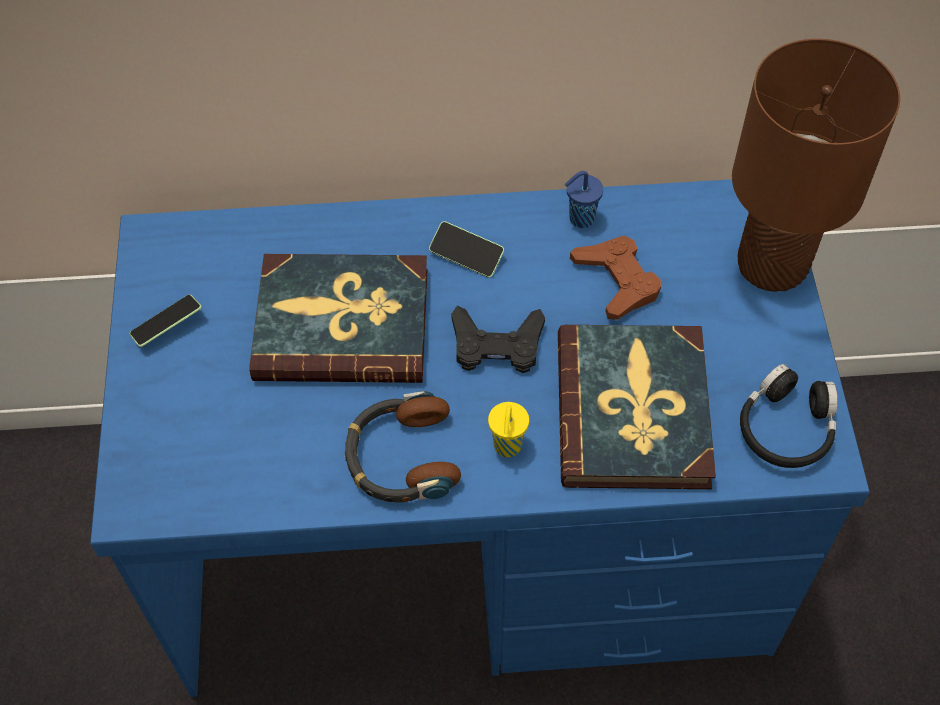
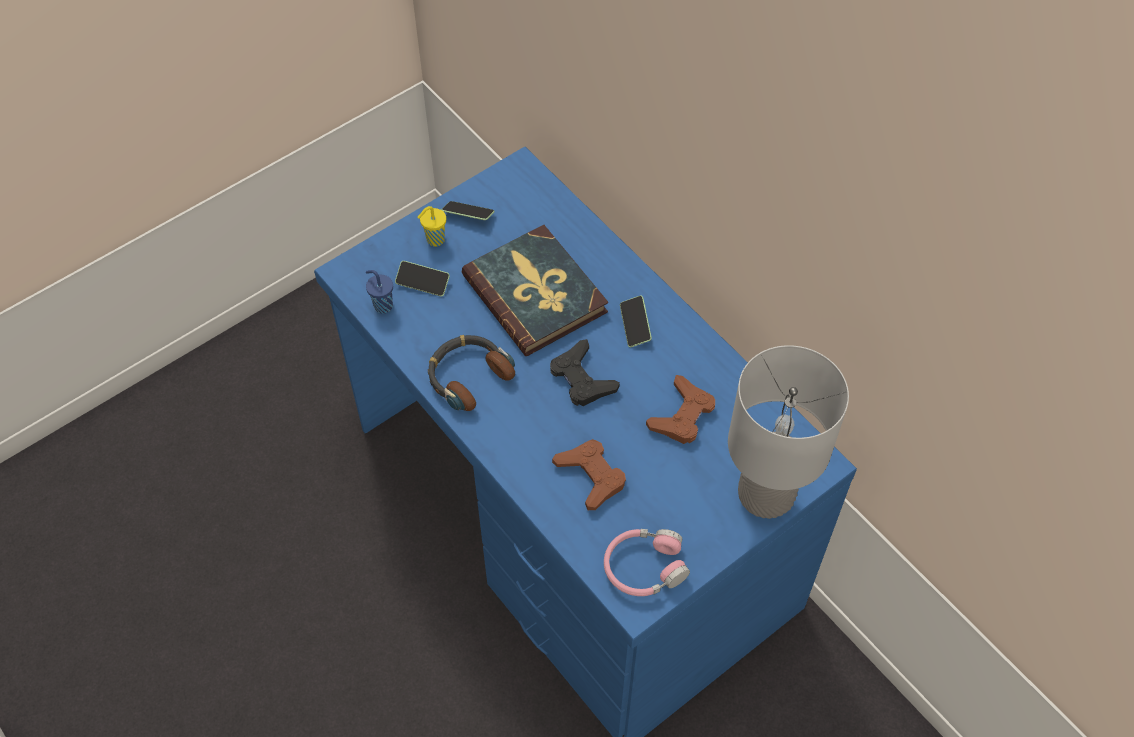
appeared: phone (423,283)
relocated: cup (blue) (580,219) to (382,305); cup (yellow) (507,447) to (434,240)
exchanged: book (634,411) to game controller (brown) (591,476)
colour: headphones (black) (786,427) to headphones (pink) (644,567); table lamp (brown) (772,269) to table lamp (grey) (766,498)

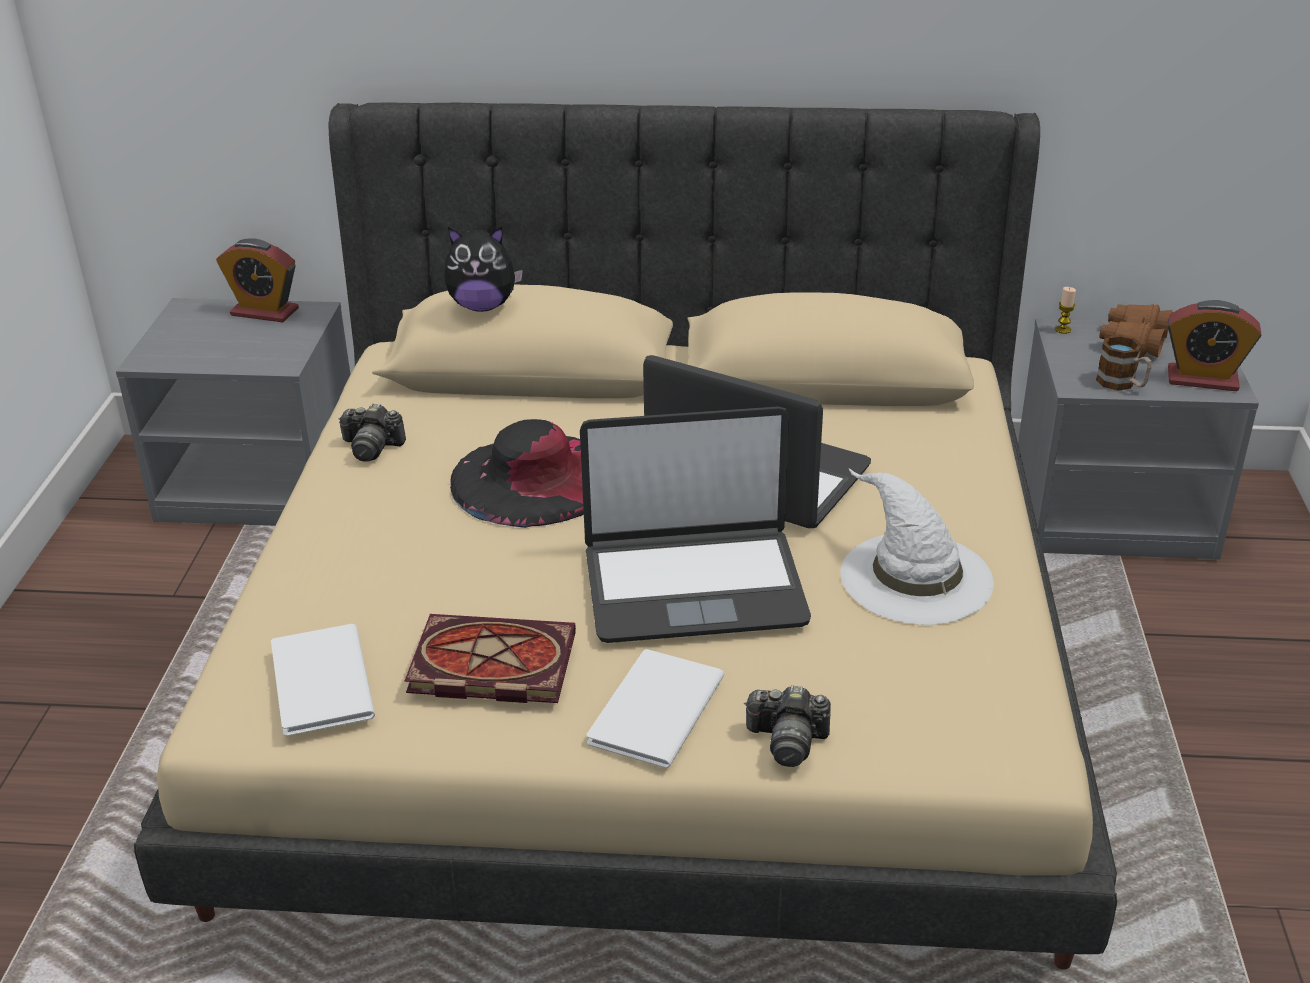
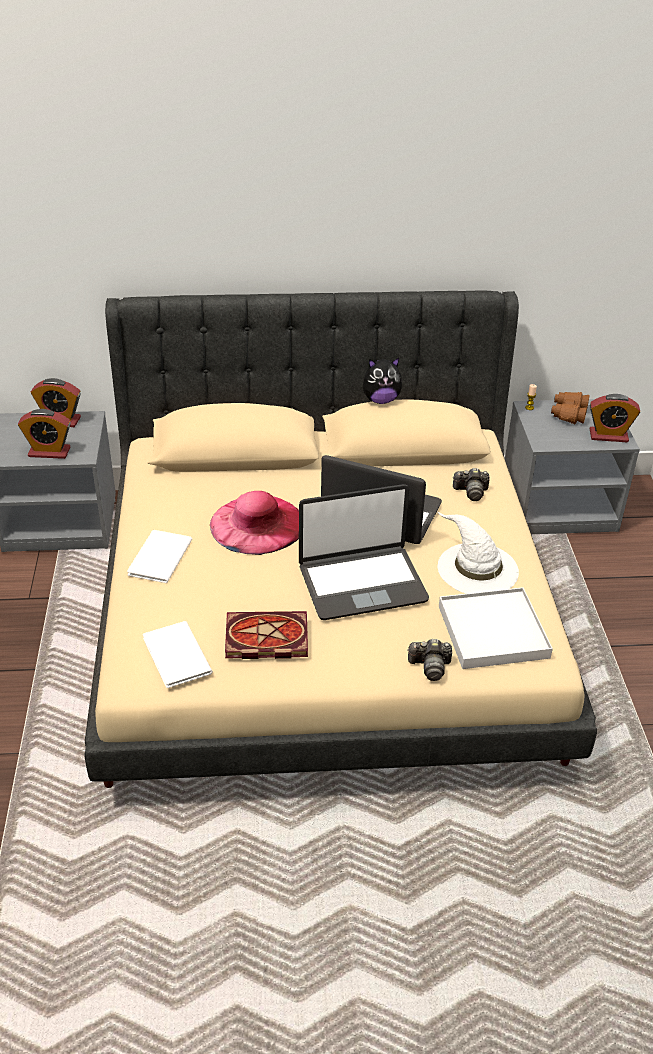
missing: mug (1122,384)
appeared: alarm clock (49,452); tray (white) (493,632)
relocated: book (white) (651,711) to (157,558); plush toy (483,306) to (381,400); photo camera (372,447) to (471,492)
colour: hat (black) (533,479) to hat (pink) (257,524)

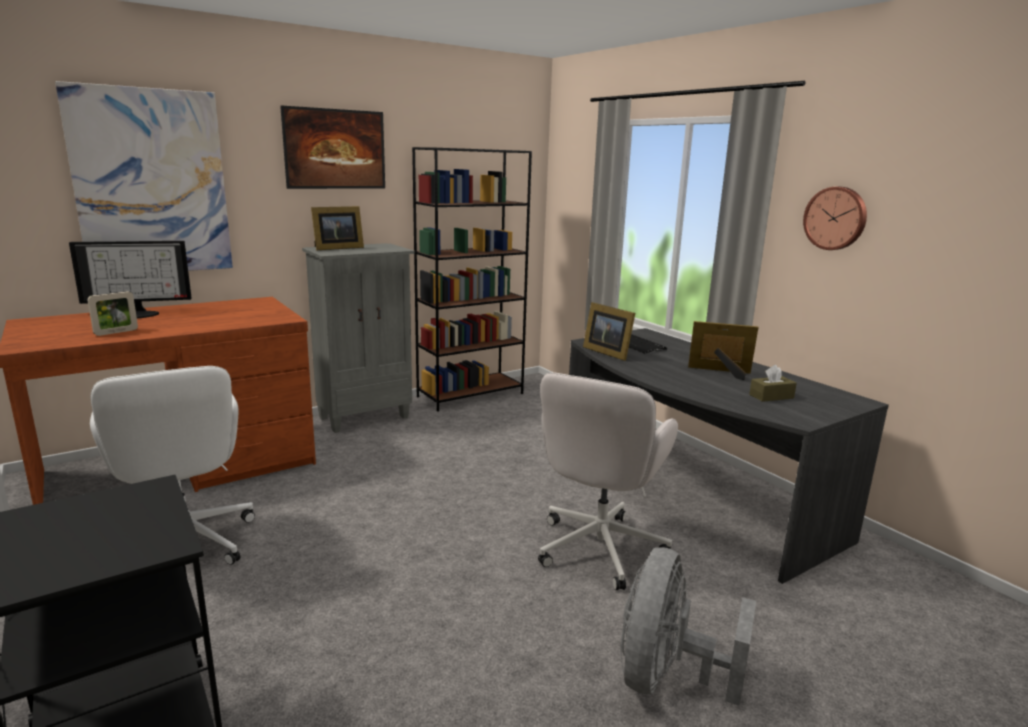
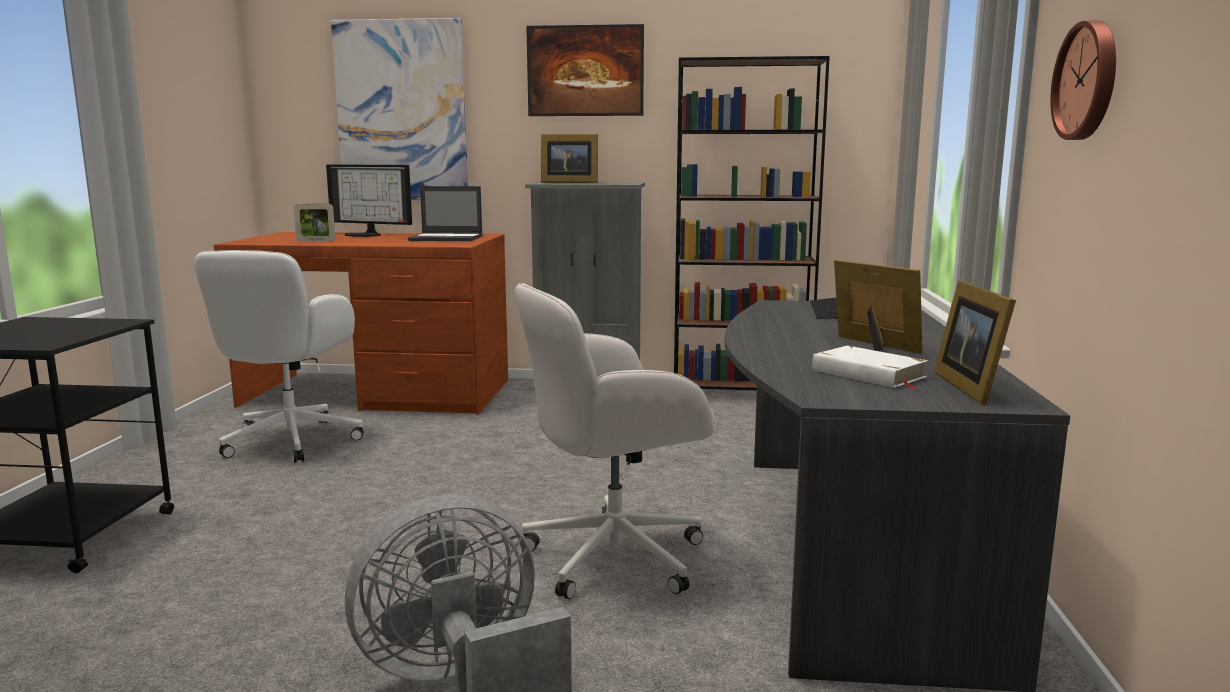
appeared: laptop (447,238)
relocated: picture frame (607,352) to (972,386)
exchanged: tissue box (brown) (771,396) to book (white) (868,374)

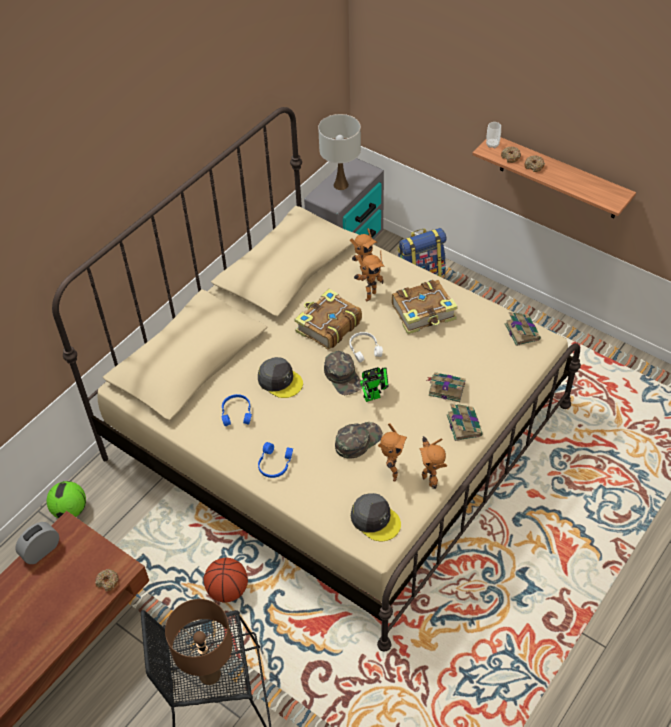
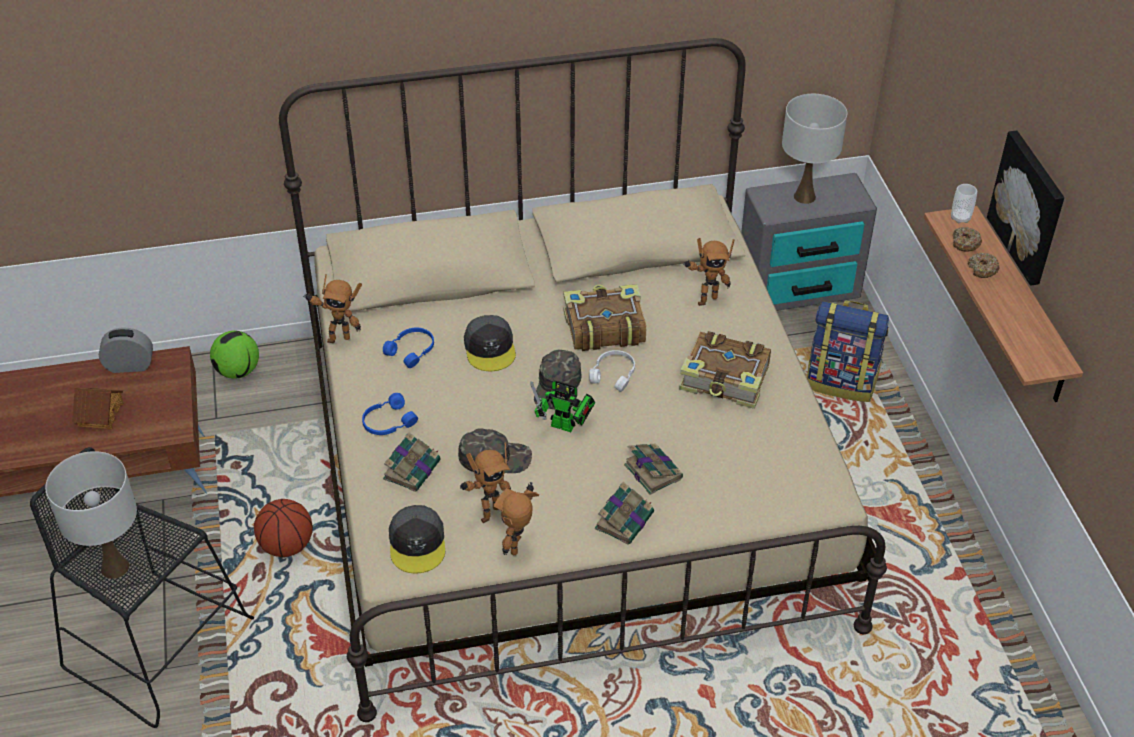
missing: donut (107,582)
appeared: toy house (100,414); picture (1029,207)
relocated: toy robot (368,295) to (338,337); book (521,331) to (412,469)
colour: table lamp (brown) (210,674) to table lamp (white) (115,567)

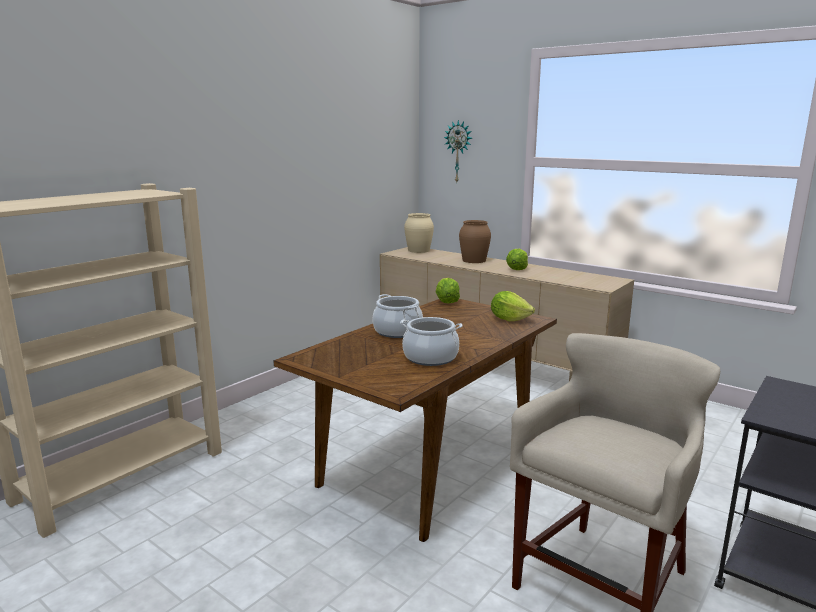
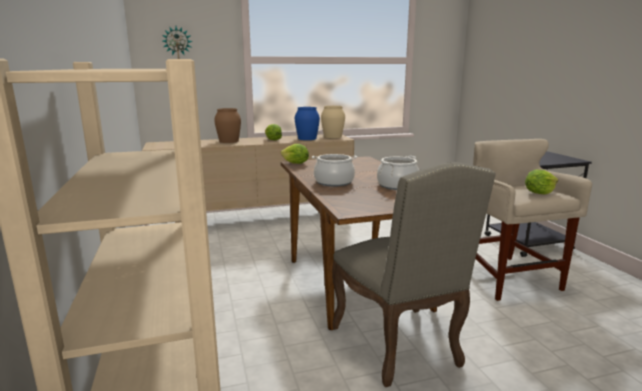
appeared: vase (blue) (307,138); chair (grey) (399,346)
relocated: vase (beige) (418,250) to (333,136); lettuce (509,319) to (539,193)

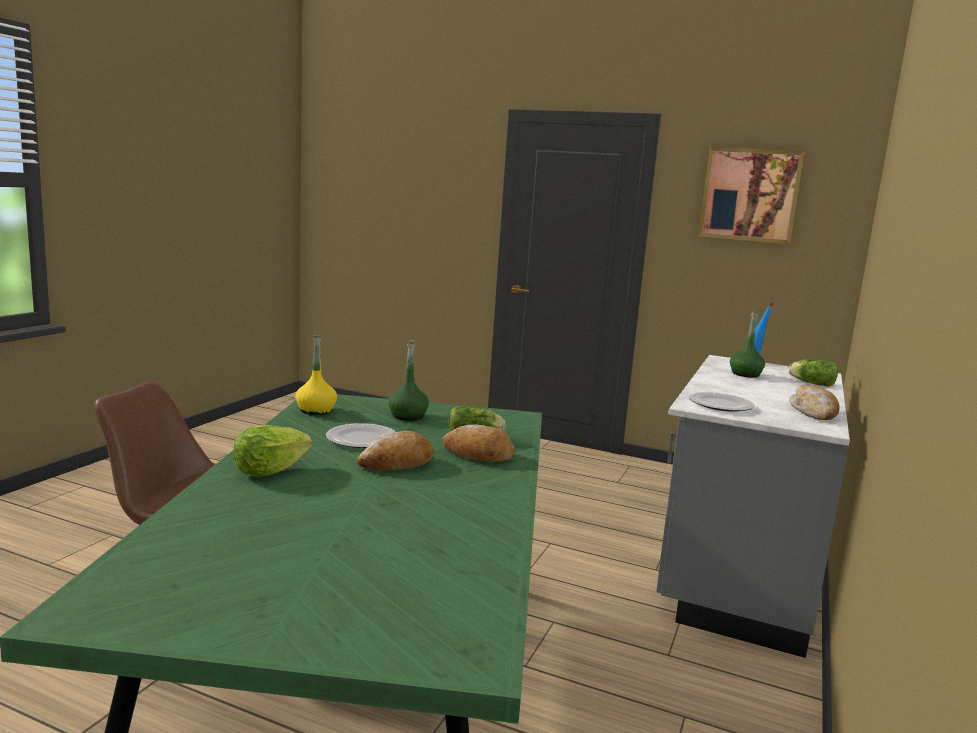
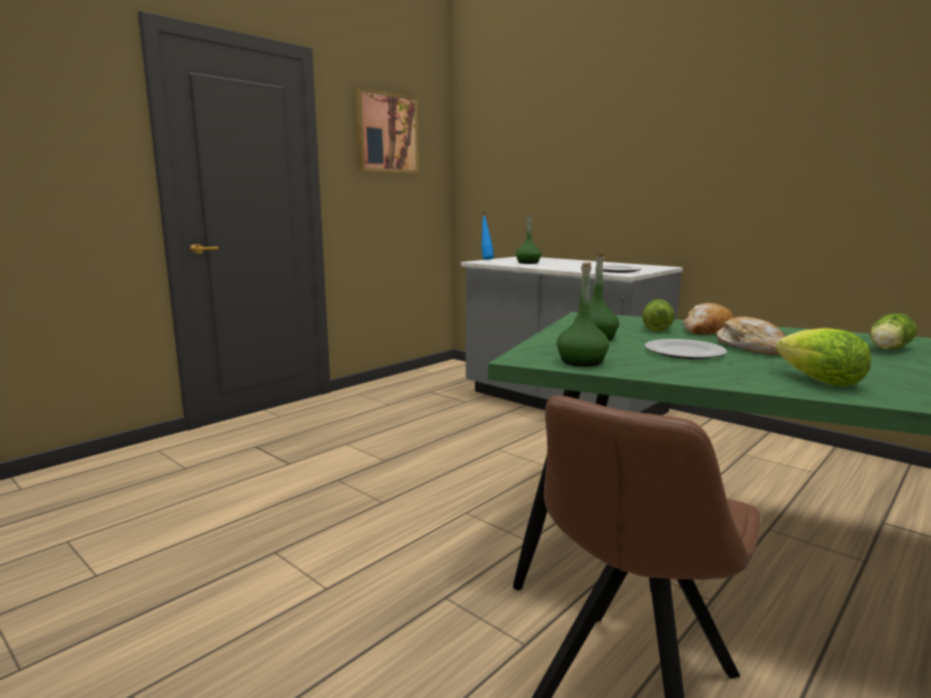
missing: bread (814,412)
relocated: lettuce (810,383) to (887,349)
colour: bottle (yellow) (315,410) to bottle (green) (581,362)

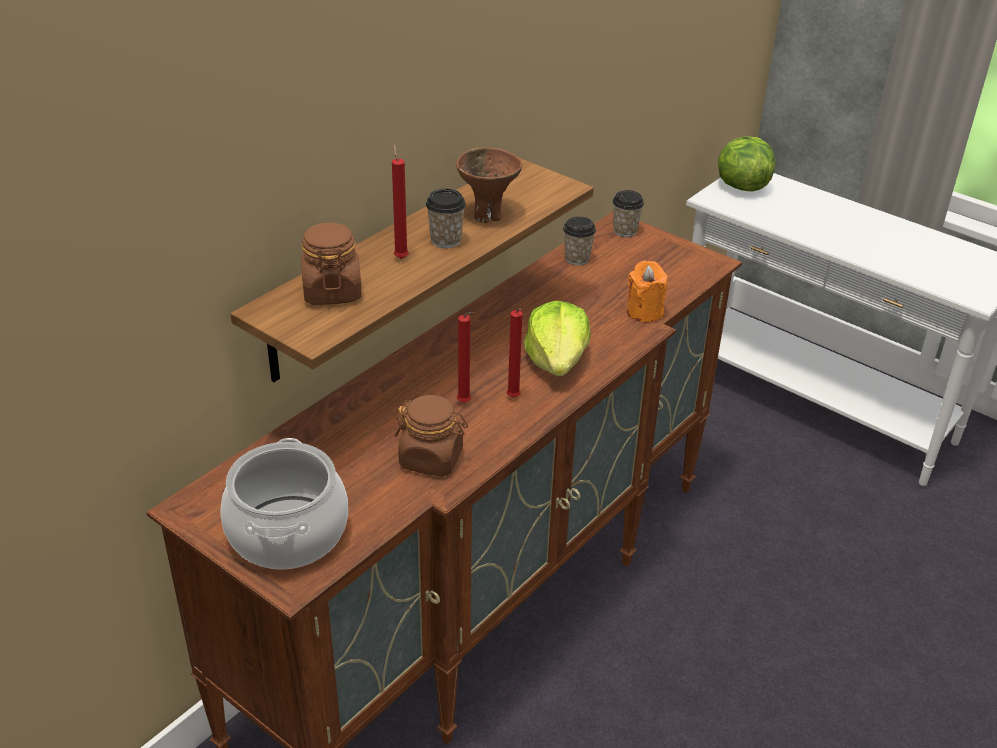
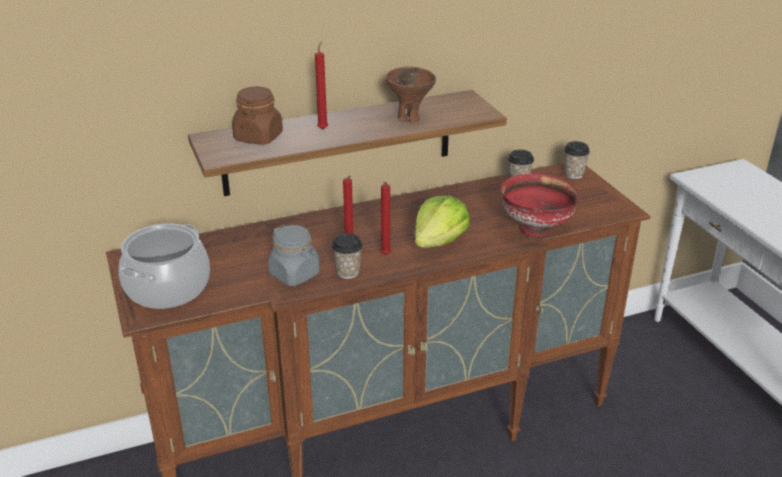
missing: lettuce (741,186)
relocated: cup (446,240) to (347,272)
exchanged: candle (orange) (644,312) to bowl (red) (535,228)
colour: jar (brown) (431,459) to jar (grey) (295,274)

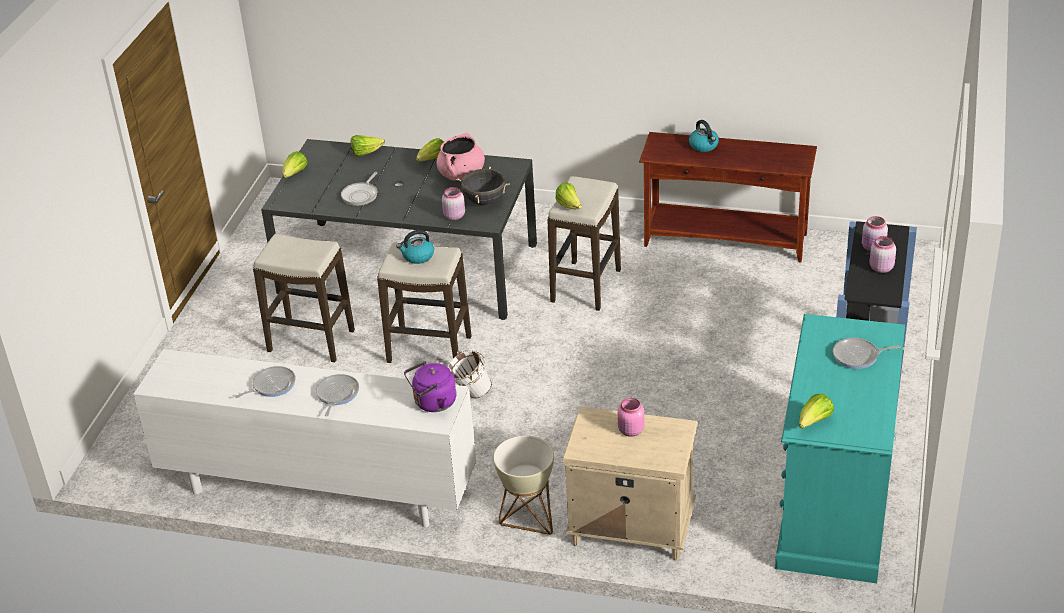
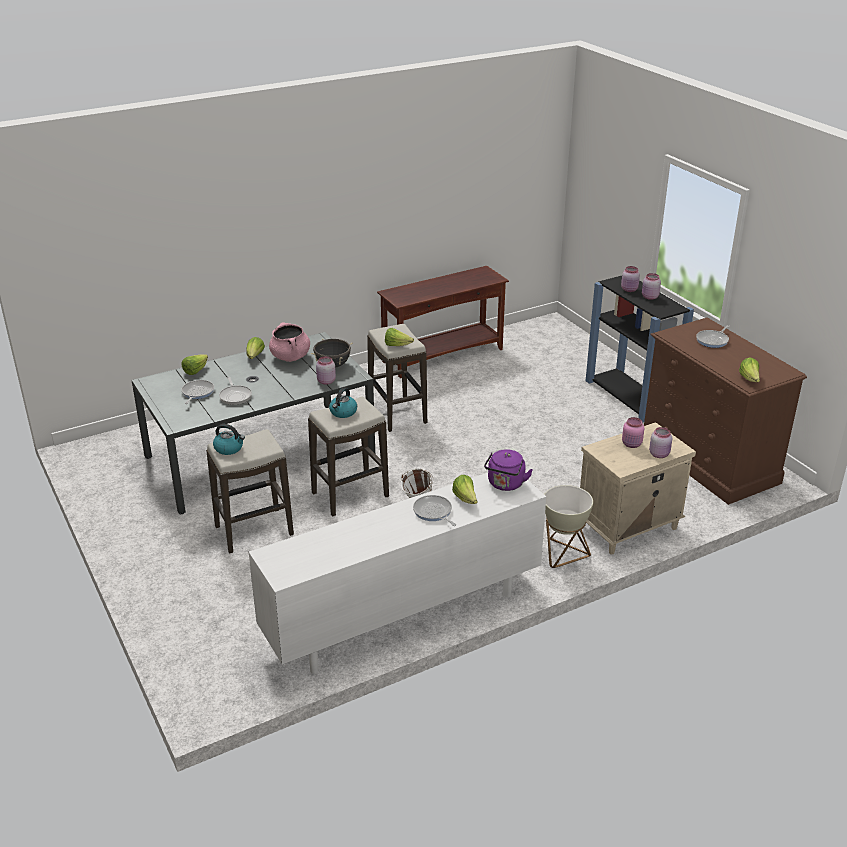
appeared: jar (pink) (659,454)
relocated: frying pan (271,385) to (197,393); kettle (704,146) to (229,448); lettuce (295,174) to (465,499)
colour: dresser (turquoise) (834,509) to dresser (brown) (708,460)

